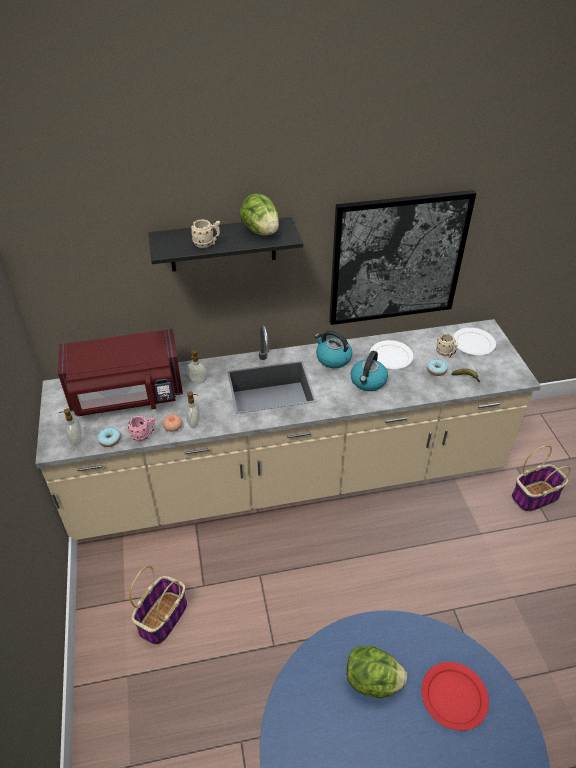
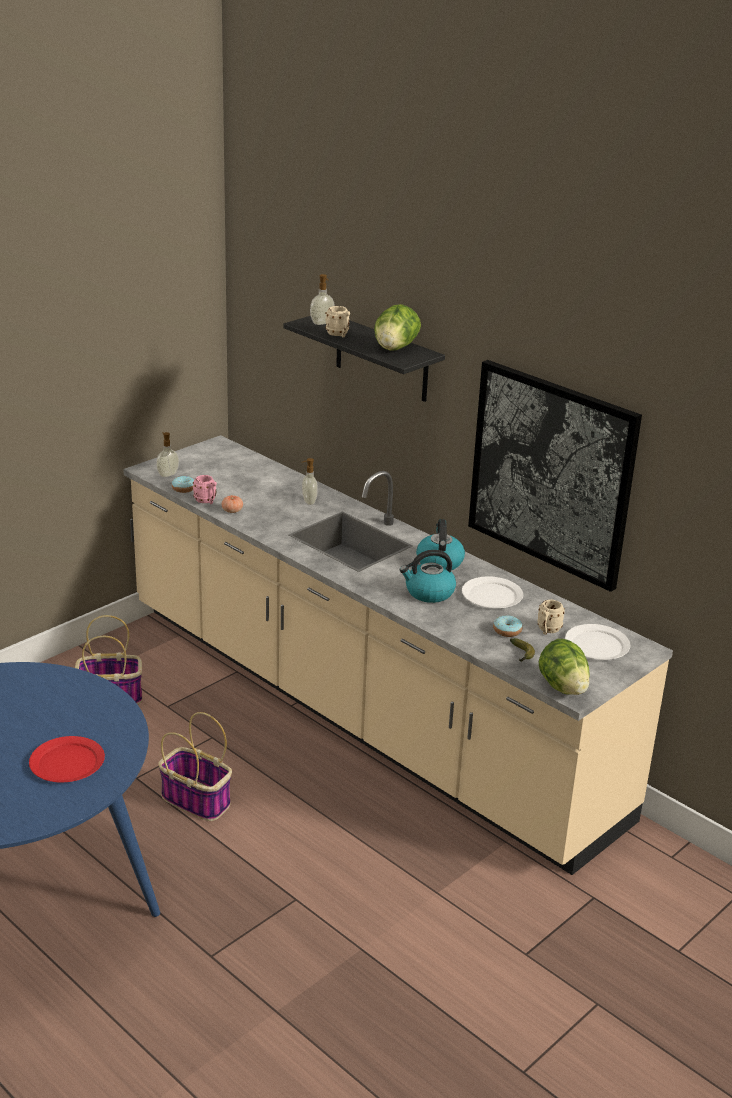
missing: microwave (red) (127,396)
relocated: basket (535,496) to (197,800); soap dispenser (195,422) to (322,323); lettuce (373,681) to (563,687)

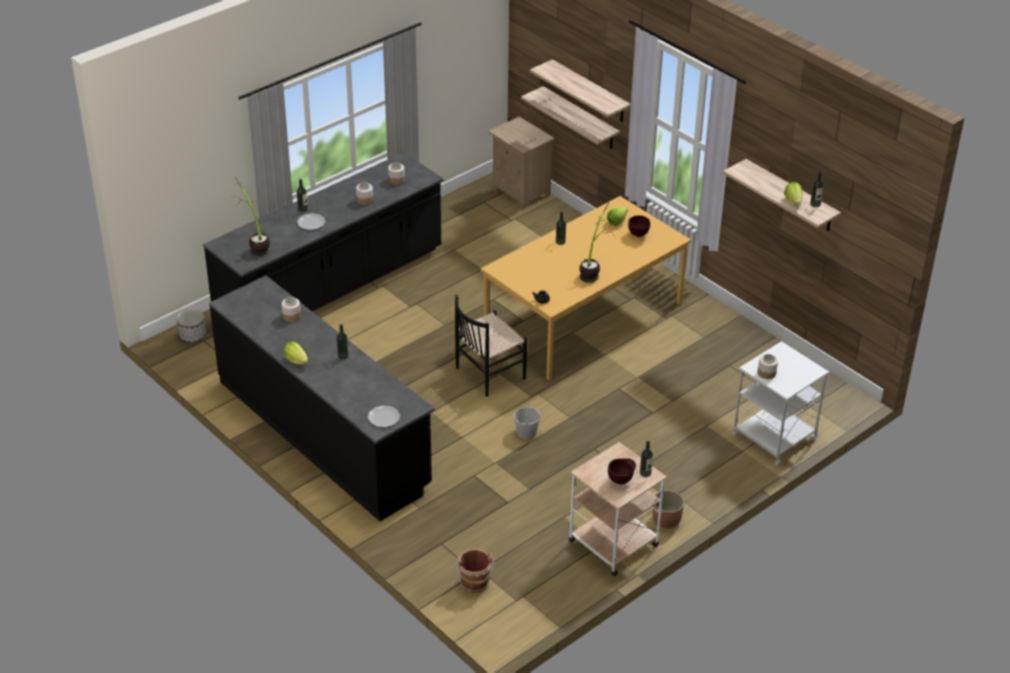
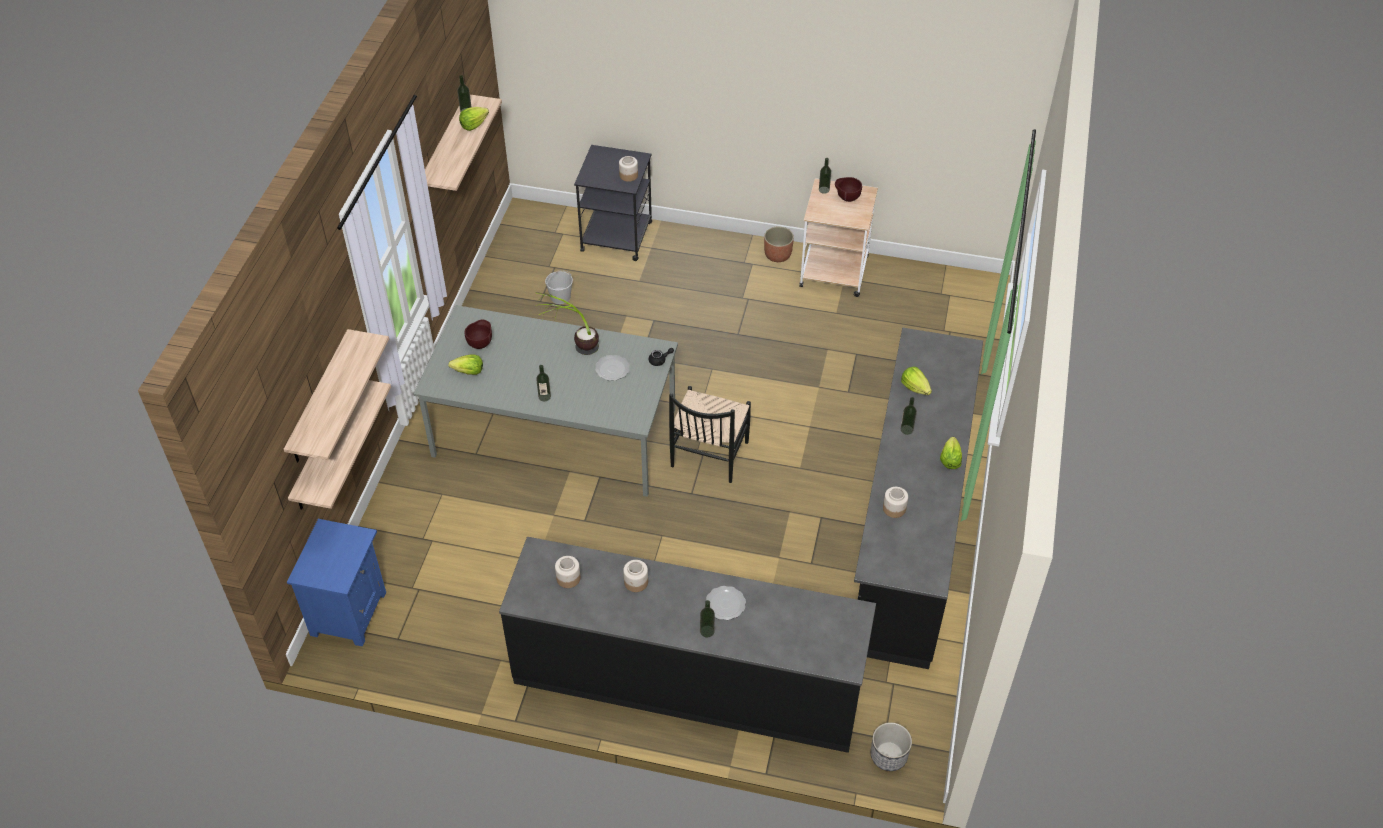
missing: potted plant (254,244); bucket (brown) (475,583)
appeared: lettuce (915,388)
relocated: bucket (white) (526,432) to (560,296); plate (383,418) to (612,369)
colour: nightstand (beige) (520,193) to nightstand (blue) (351,613); dining table (orange) (584,318) to dining table (grey) (555,431); cart (white) (773,438) to cart (black) (617,237)
spun: chair (black) (487,374) = (708,457) 90 degrees clockwise

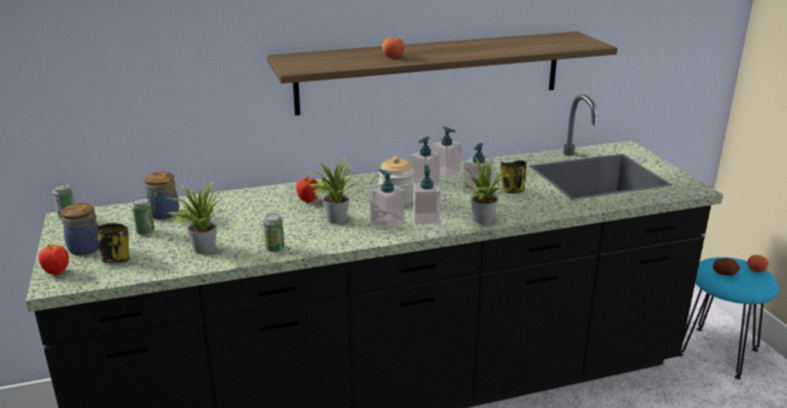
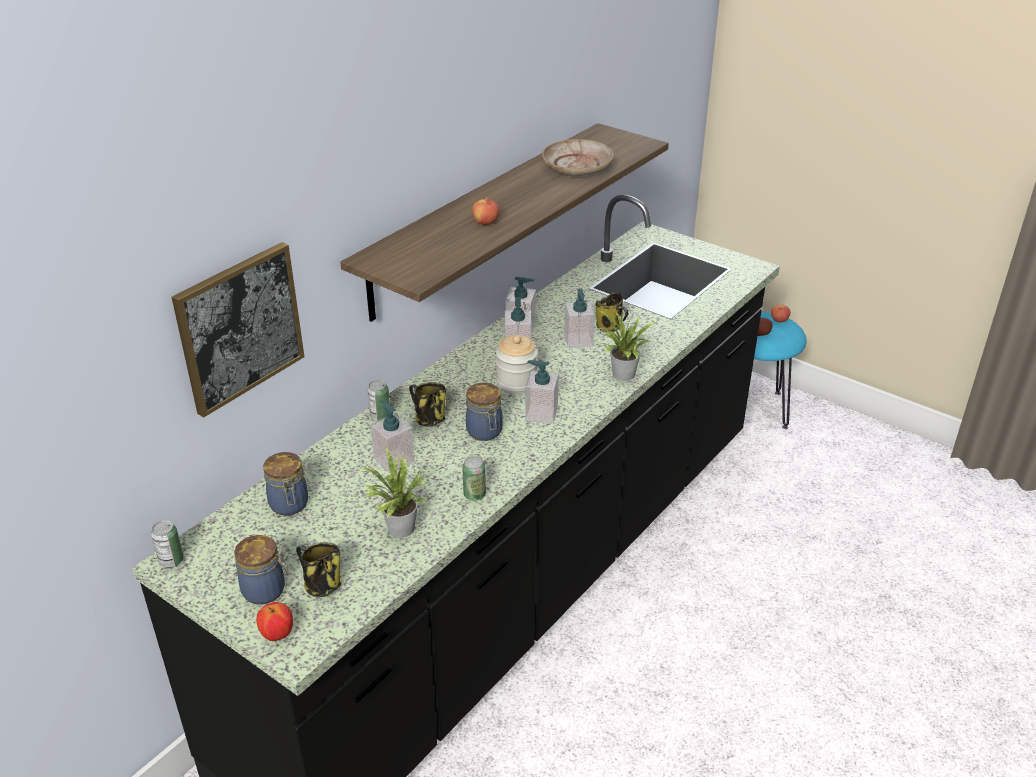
appeared: picture (239,327); plate (beige) (577,167)
relocated: can (145,231) to (380,416); soap dispenser (426,218) to (394,460)
exchanged: apple (308,201) to mug (428,419); potted plant (333,219) to jar (485,432)

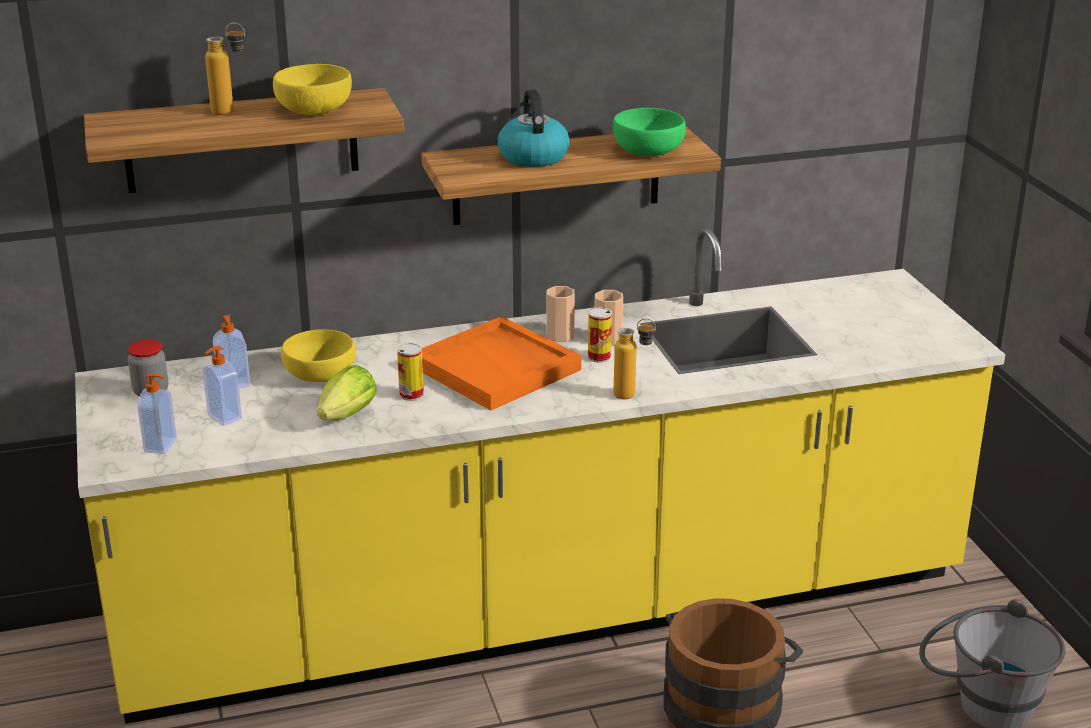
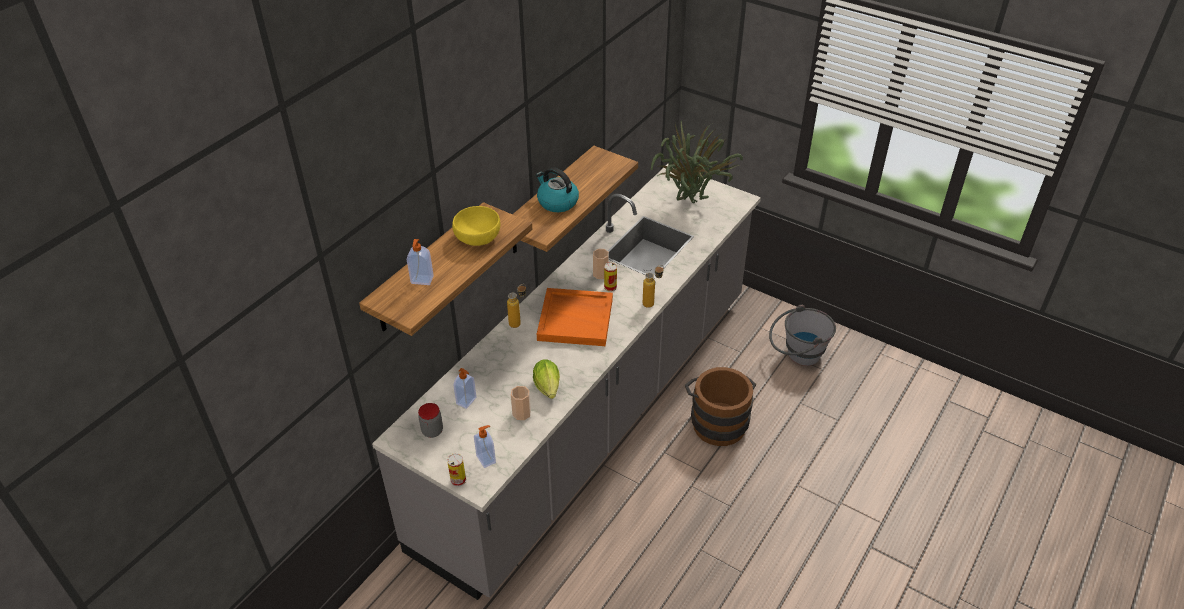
missing: bowl (yellow) (321,375); bowl (green) (647,151)
appeared: potted plant (690,205)
relocated: soap dispenser (223,417) to (422,280); can (411,394) to (458,480); bottle (231,112) to (519,322); cup (560,335) to (521,413)
colour: counter (yellow) (545,608) to counter (grey) (592,415)

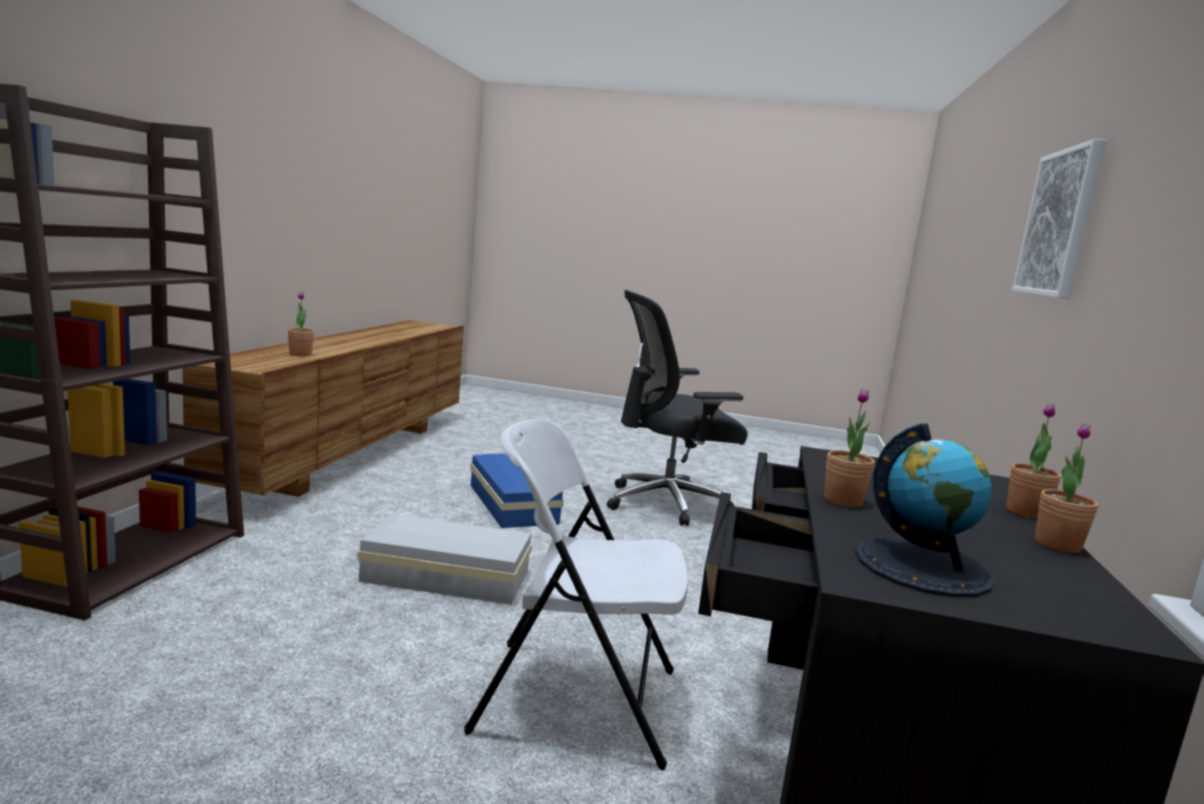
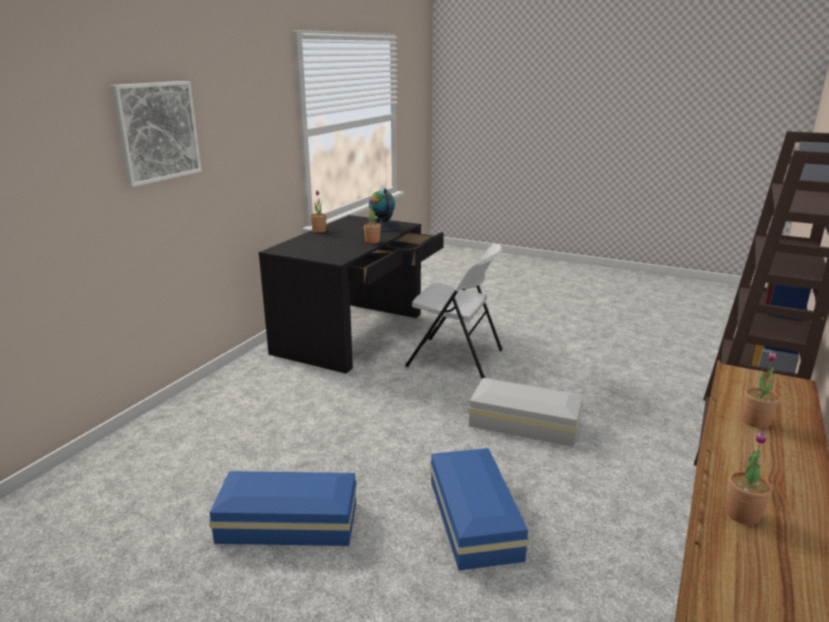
relocated: potted plant (1026,512) to (742,514)
exchanged: office chair (667,503) to storage box (blue) (290,523)

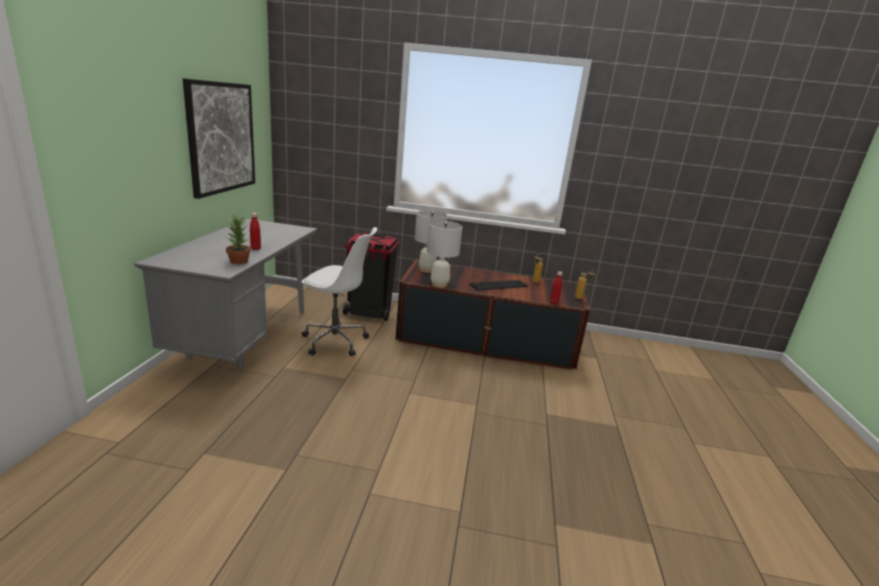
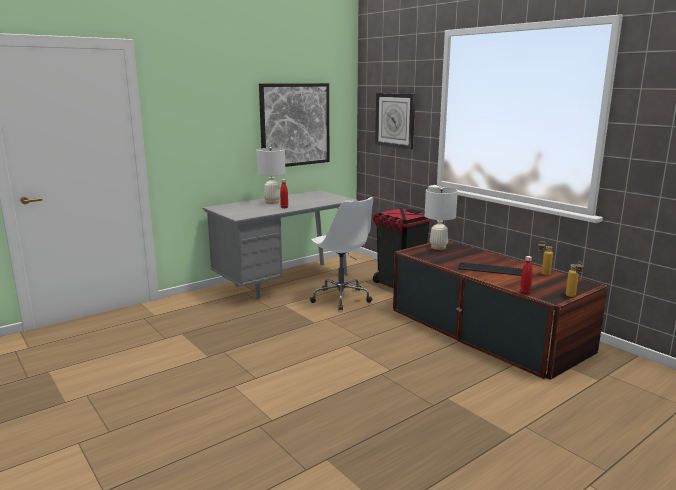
missing: potted plant (239,261)
appeared: wall clock (395,120)
relocated: table lamp (white) (439,284) to (272,202)

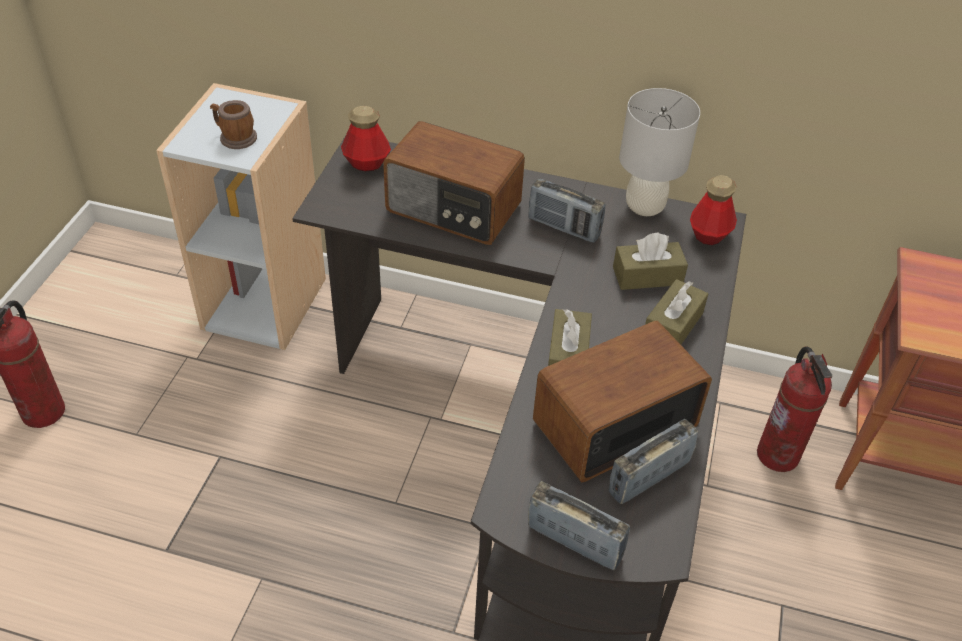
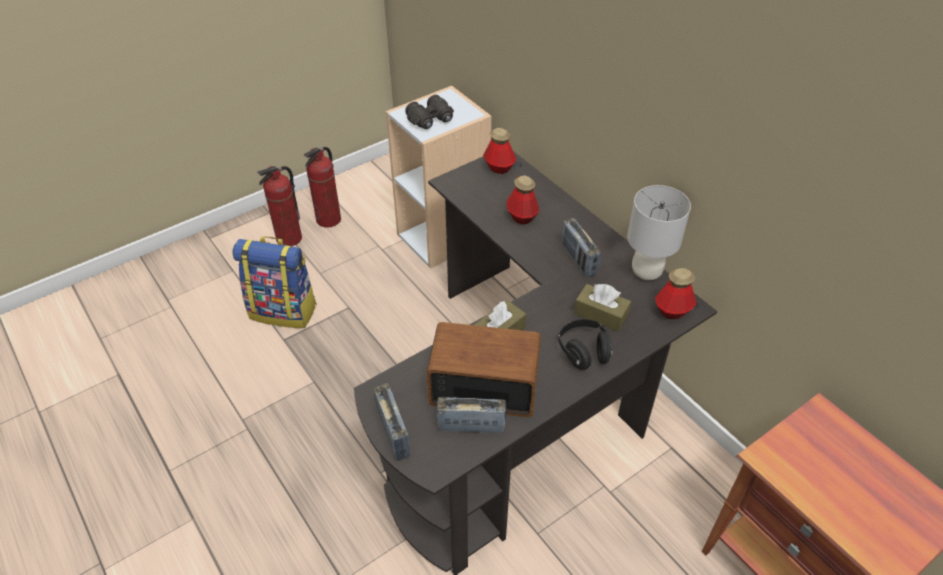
appeared: backpack (284,310)
relocated: fire extinguisher (778,455) to (329,220)
exchanged: mug (234,137) to binoculars (black) (431,120); radio (453,209) to bottle (522,217); tissue box (brown) (672,325) to headphones (black) (584,352)

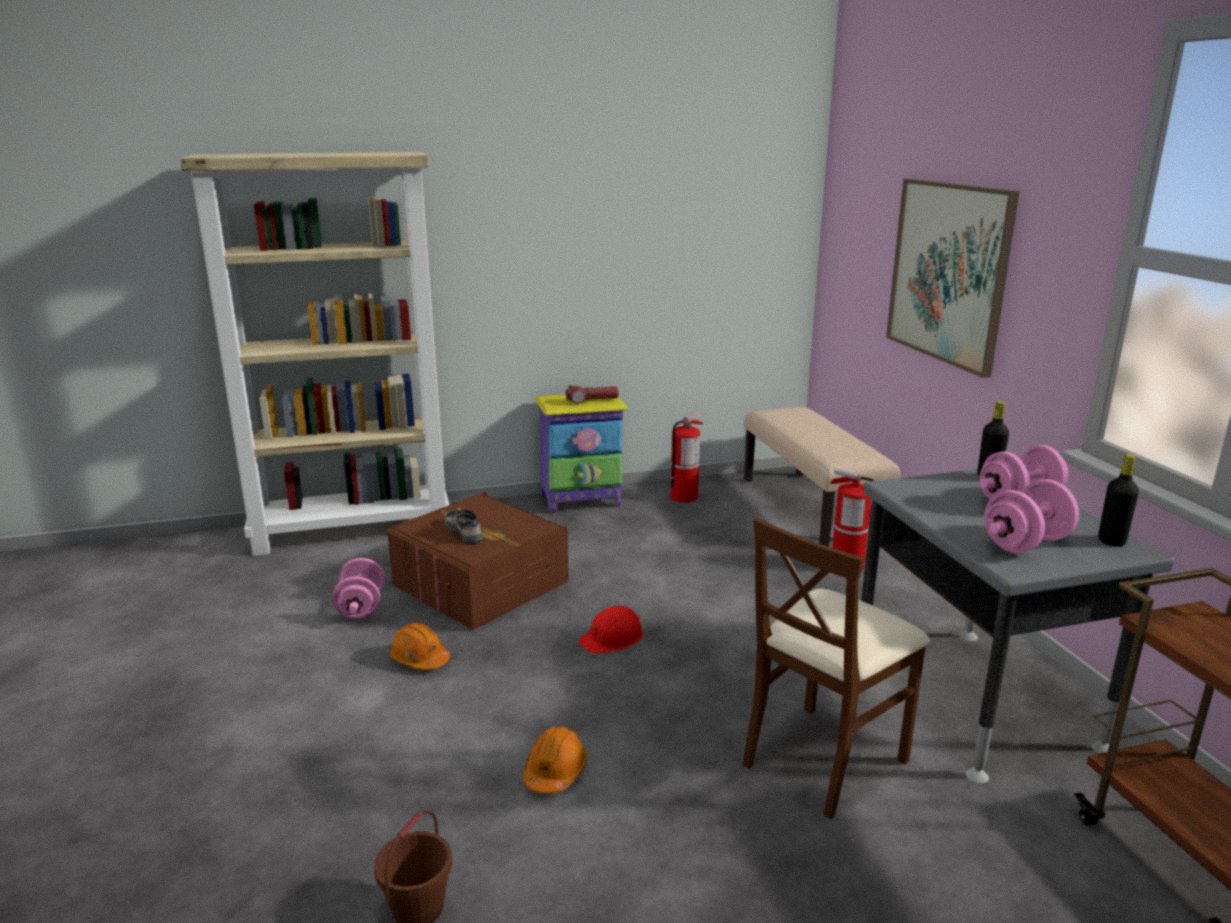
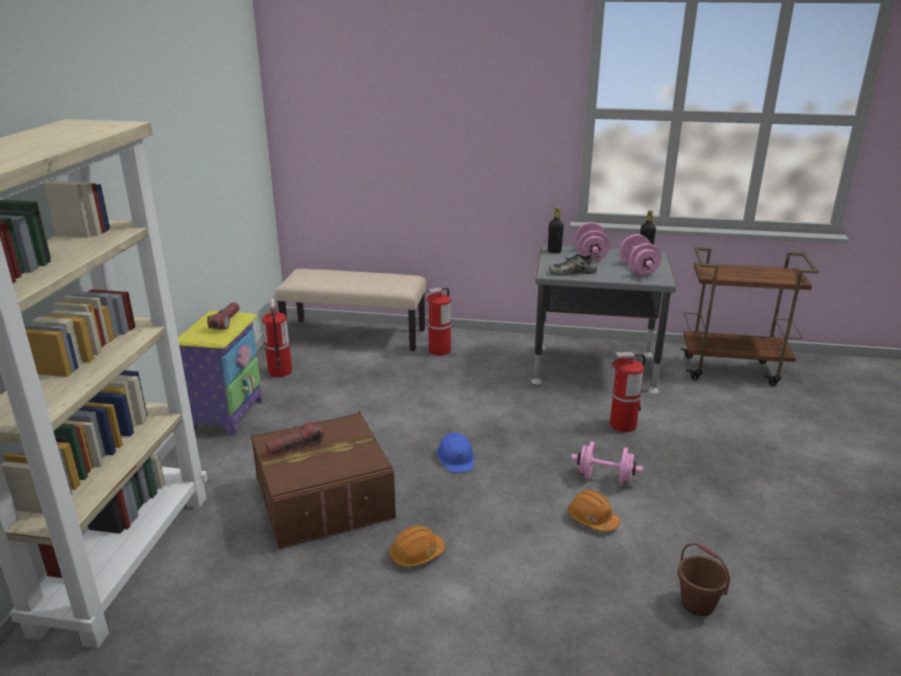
missing: picture (948,272)
appeared: flashlight (295,446)
relocated: shoe (465,532) to (573,271); dumbbell (pink) (361,608) to (604,478)
exchanged: chair (brown) (823,759) to fire extinguisher (622,425)
colour: hard hat (red) (613,638) to hard hat (blue) (456,457)

